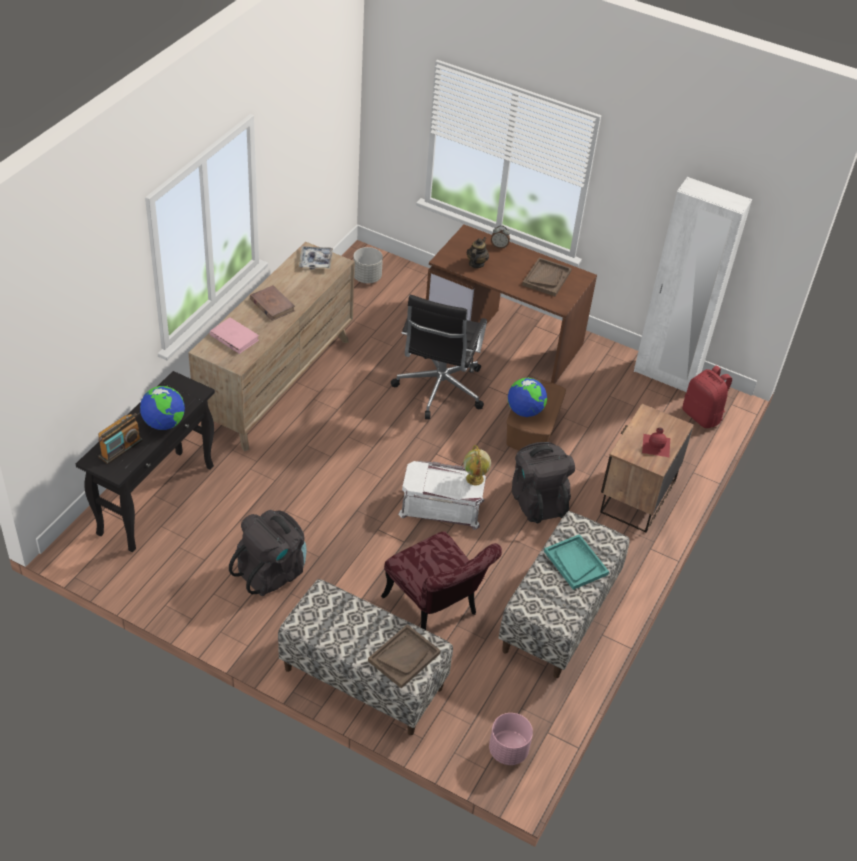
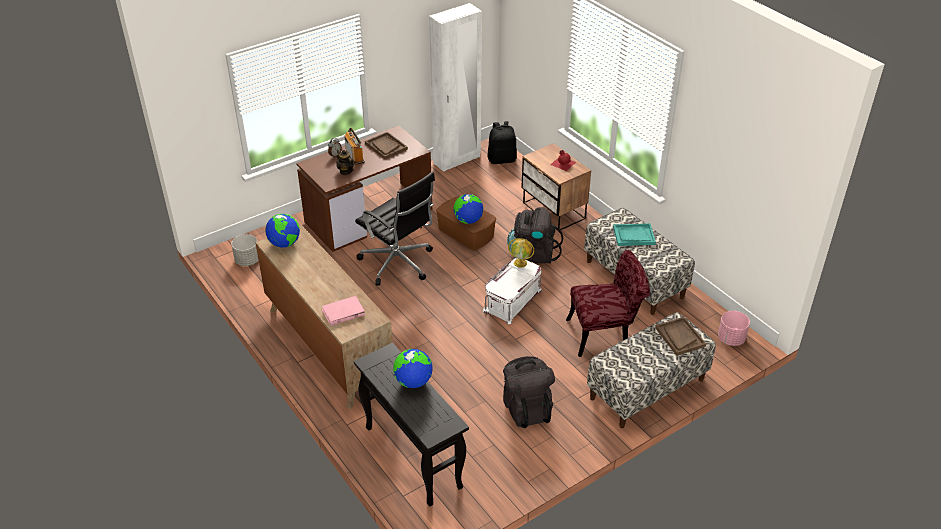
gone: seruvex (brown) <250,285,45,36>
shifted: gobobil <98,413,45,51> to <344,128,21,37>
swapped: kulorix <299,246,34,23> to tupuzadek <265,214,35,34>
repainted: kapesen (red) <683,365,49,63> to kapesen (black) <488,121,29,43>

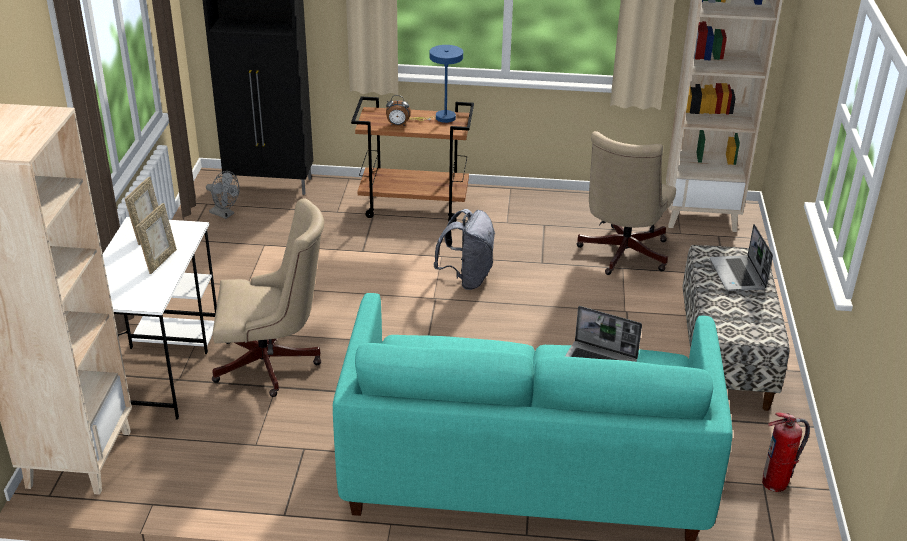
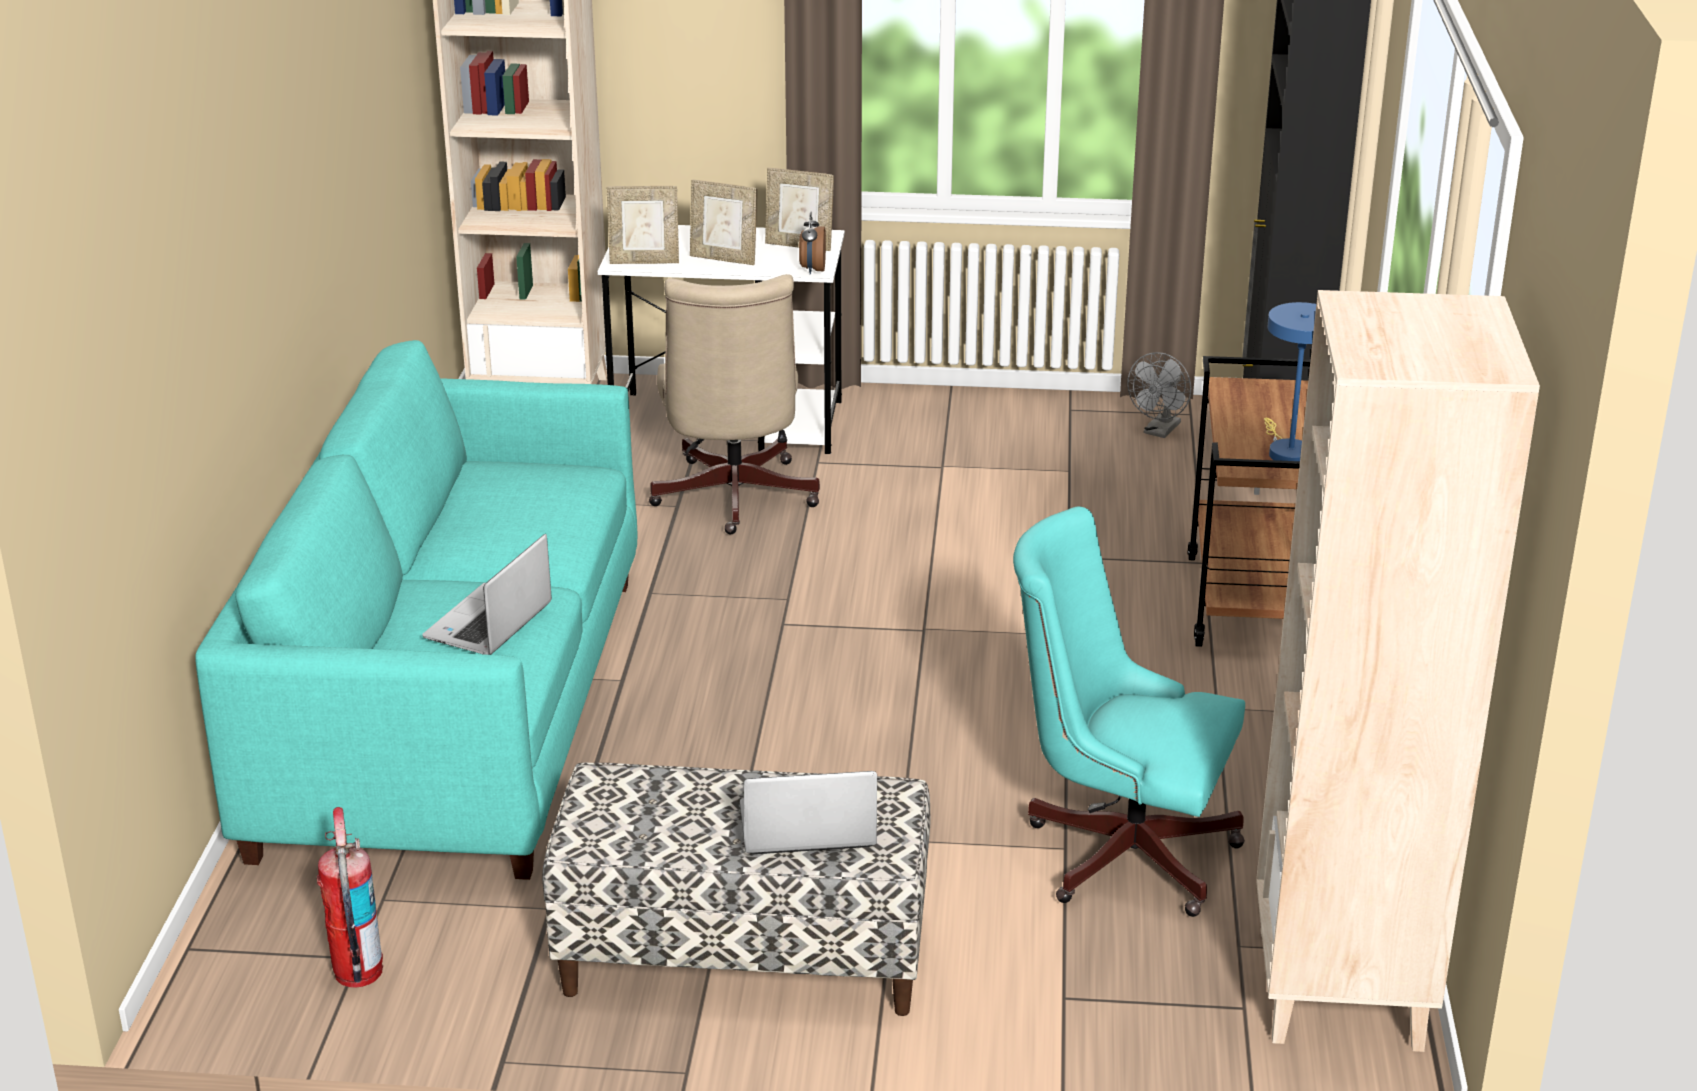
gone: kapesen (grey) <433,209,62,81>
new: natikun <607,186,72,78>
shifted: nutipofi <386,95,25,31> to <799,211,27,63>
repainted: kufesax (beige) <576,131,100,144> to kufesax (turquoise) <1013,506,232,411>

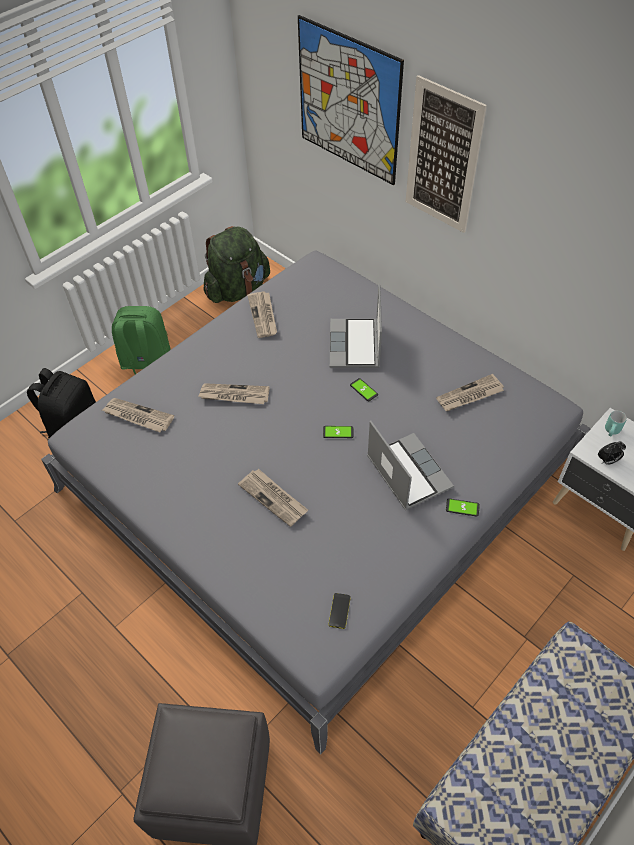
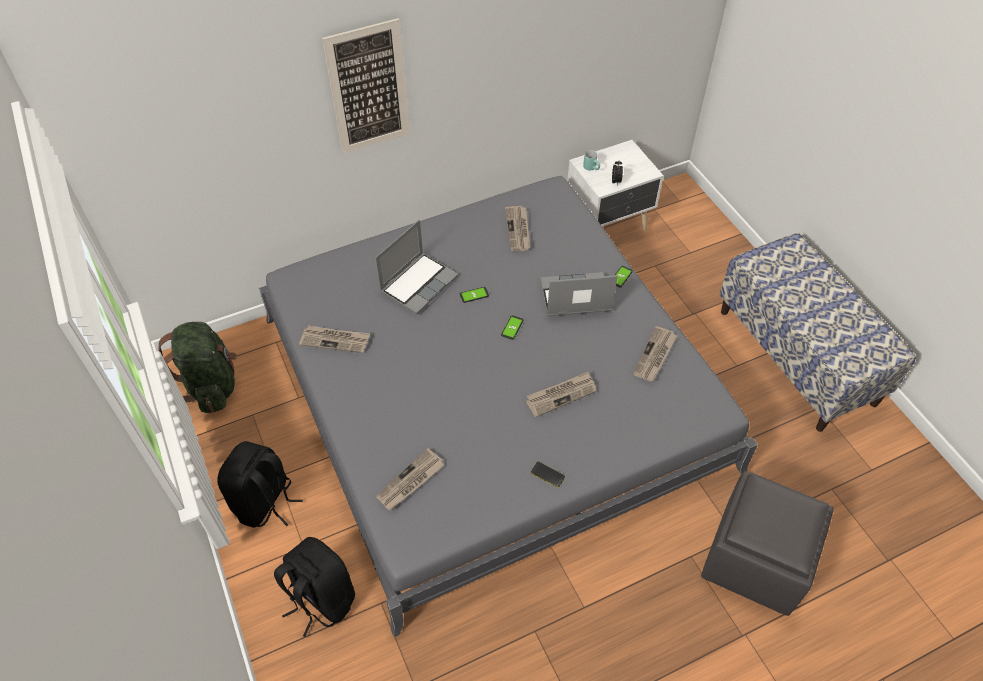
gone: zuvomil <298,15,106,170>
shifted: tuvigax <198,383,72,21> to <633,326,44,55>; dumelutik <329,593,22,36> to <531,461,34,27>
repainted: kapesen (green) <112,306,59,68> to kapesen (black) <217,441,86,87>
rotated: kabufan <330,284,52,84> = <375,220,83,94> 75 degrees counterclockwise

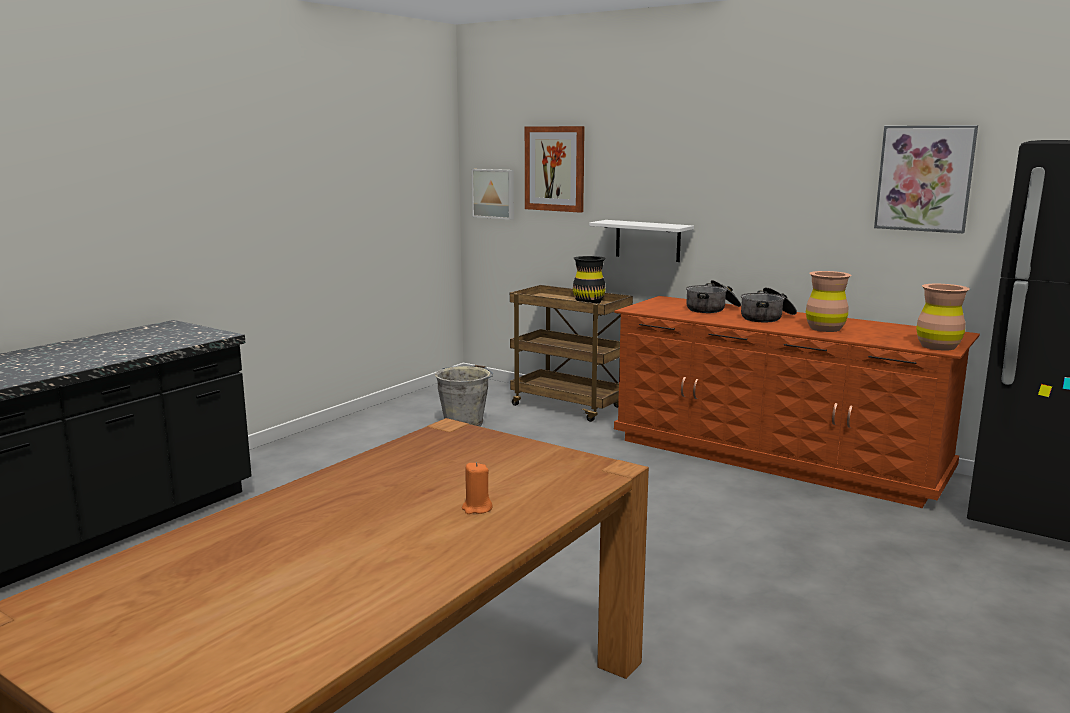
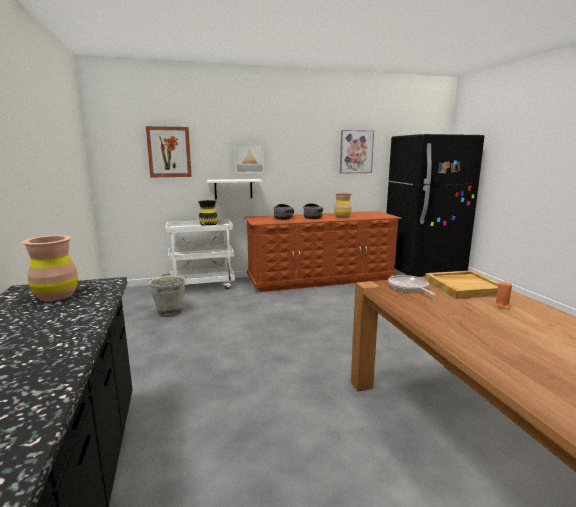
new: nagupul <388,275,48,20>; kulorix (beige) <425,270,74,29>
shifted: zuvomil <472,169,42,51> to <234,144,30,29>; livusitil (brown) <916,284,54,66> to <22,235,56,66>
repainted: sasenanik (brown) <510,285,123,137> to sasenanik (white) <166,219,69,71>

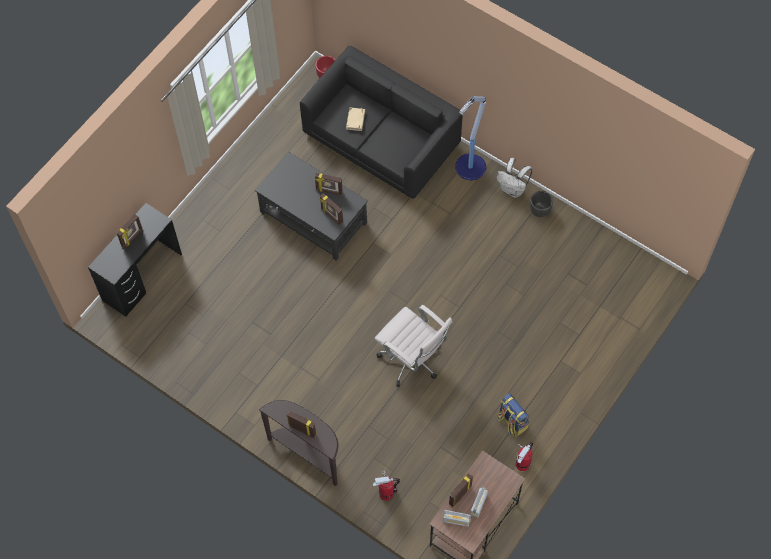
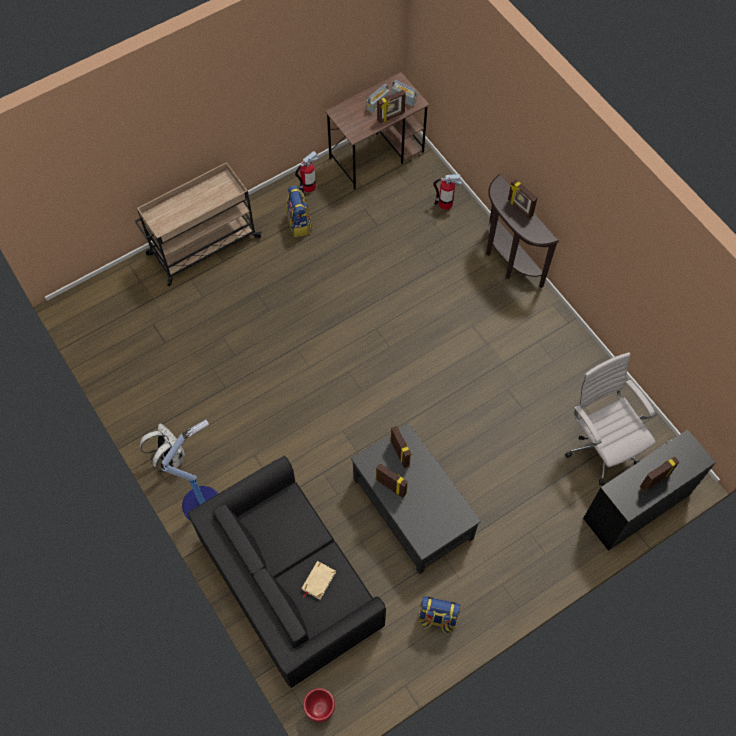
gone: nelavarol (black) <530,191,23,26>
new: sasenanik (beige) <135,162,127,124>; kapesen <418,596,43,37>
shifted: kufesax (white) <374,305,78,82> to <565,352,91,134>

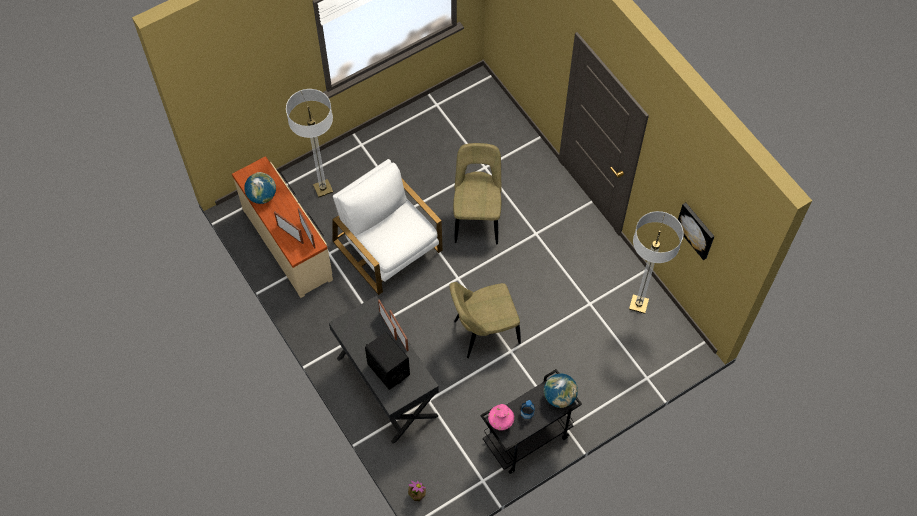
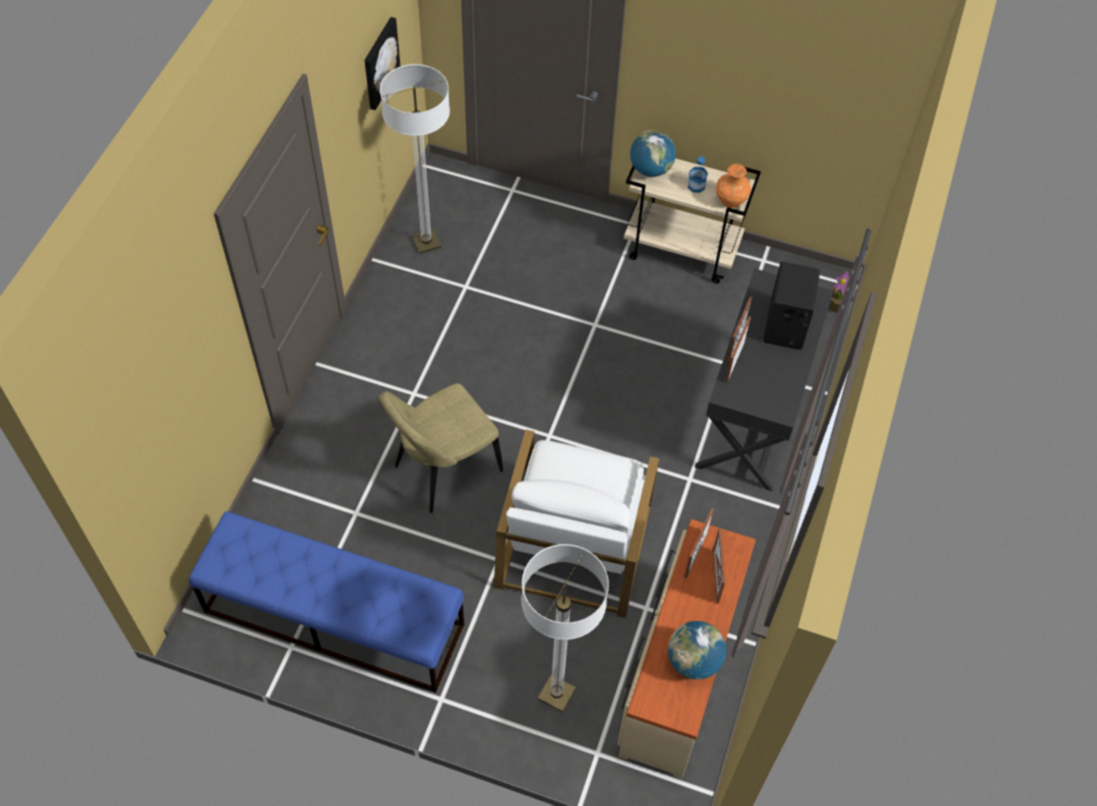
gone: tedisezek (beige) <449,282,72,76>
new: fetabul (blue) <189,511,275,182>
repainted: sasenanik (black) <480,369,102,105> to sasenanik (beige) <624,158,137,126>; livusitil (pink) <488,404,26,27> to livusitil (orange) <716,164,35,44>

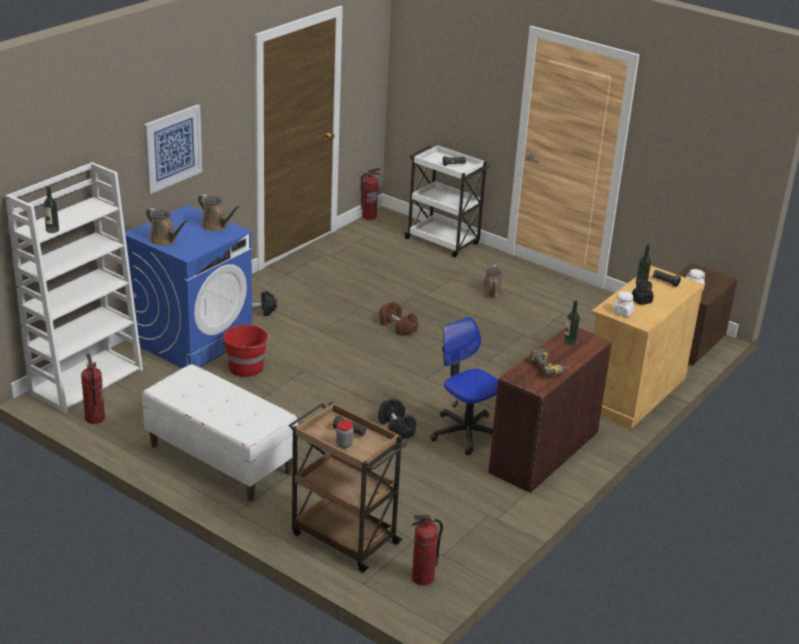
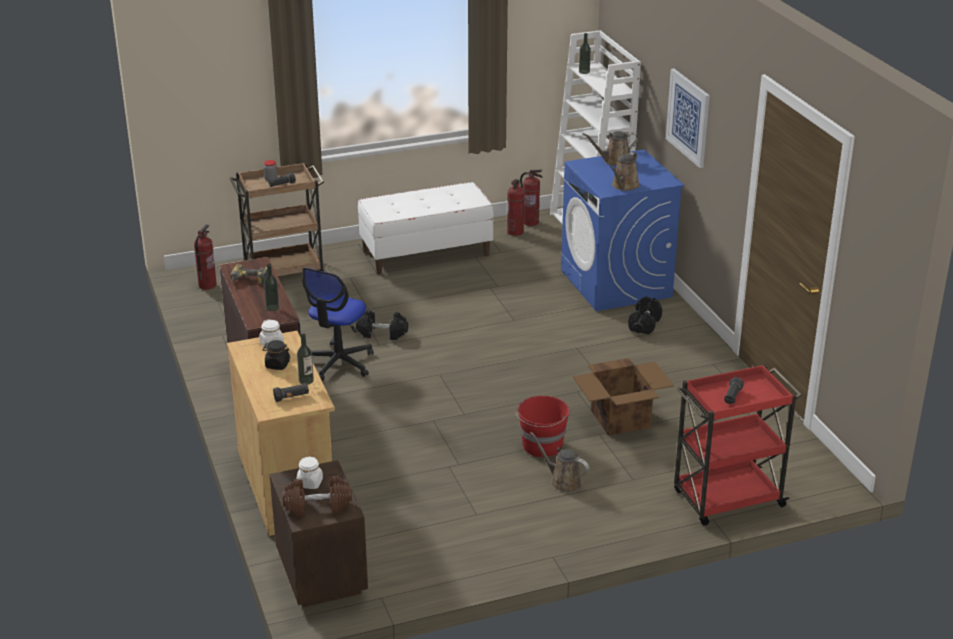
new: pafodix <573,358,101,78>
shifted: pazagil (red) <223,323,47,54> to <516,396,54,61>; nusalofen <361,168,19,52> to <507,179,18,57>; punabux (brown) <379,302,39,34> to <282,476,70,41>
repainted: sasenanik (white) <403,145,87,112> to sasenanik (red) <674,364,128,162>
rotated: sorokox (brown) <198,194,43,37> = <610,152,30,39> 45 degrees counterclockwise; kufesax <430,317,68,138> = <302,268,72,113> 120 degrees clockwise

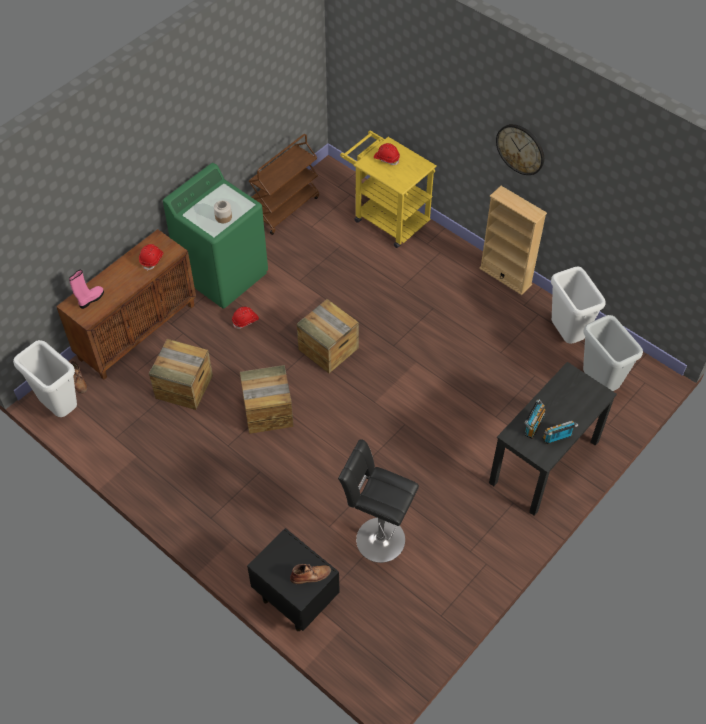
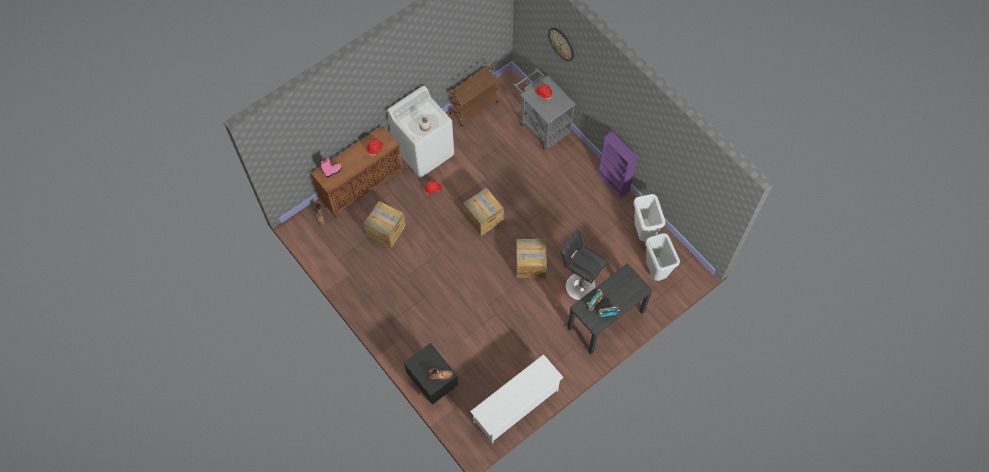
gone: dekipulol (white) <13,340,64,77>
new: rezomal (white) <470,354,94,89>
shifted: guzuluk <240,365,54,69> to <516,239,31,39>; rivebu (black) <338,439,81,124> to <560,230,47,70>; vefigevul <496,124,48,51> to <548,28,26,33>
repainted: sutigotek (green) <163,163,105,146> to sutigotek (white) <387,86,67,92>; sasenanik (yellow) <340,131,97,117> to sasenanik (grey) <513,68,63,82>; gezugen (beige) <479,186,68,109> to gezugen (purple) <597,131,41,68>

